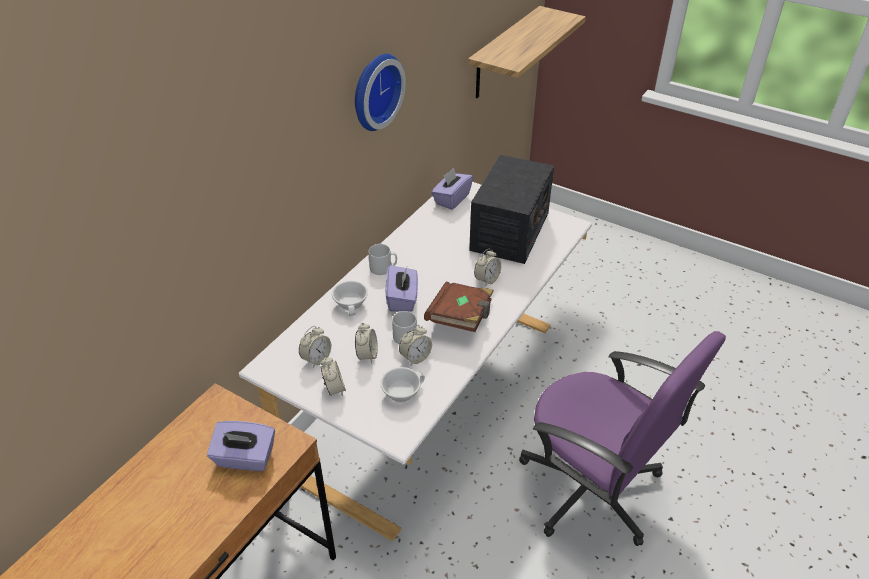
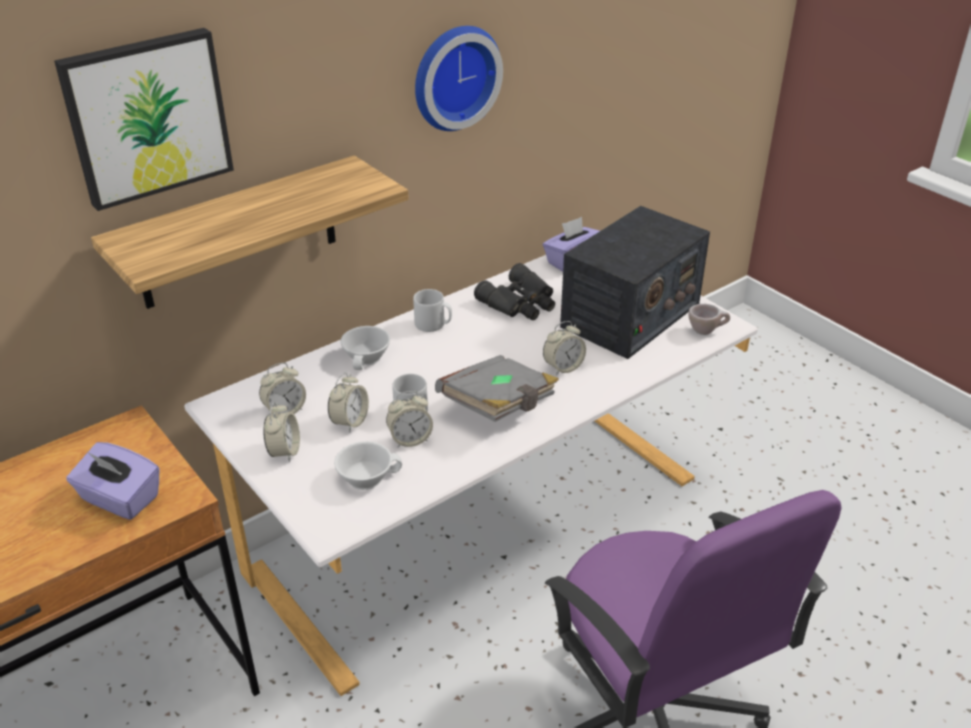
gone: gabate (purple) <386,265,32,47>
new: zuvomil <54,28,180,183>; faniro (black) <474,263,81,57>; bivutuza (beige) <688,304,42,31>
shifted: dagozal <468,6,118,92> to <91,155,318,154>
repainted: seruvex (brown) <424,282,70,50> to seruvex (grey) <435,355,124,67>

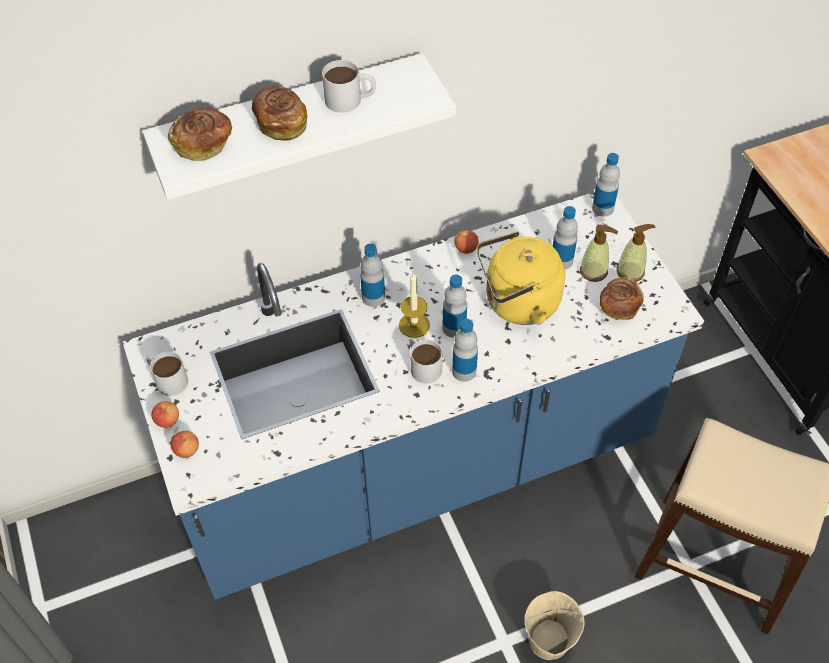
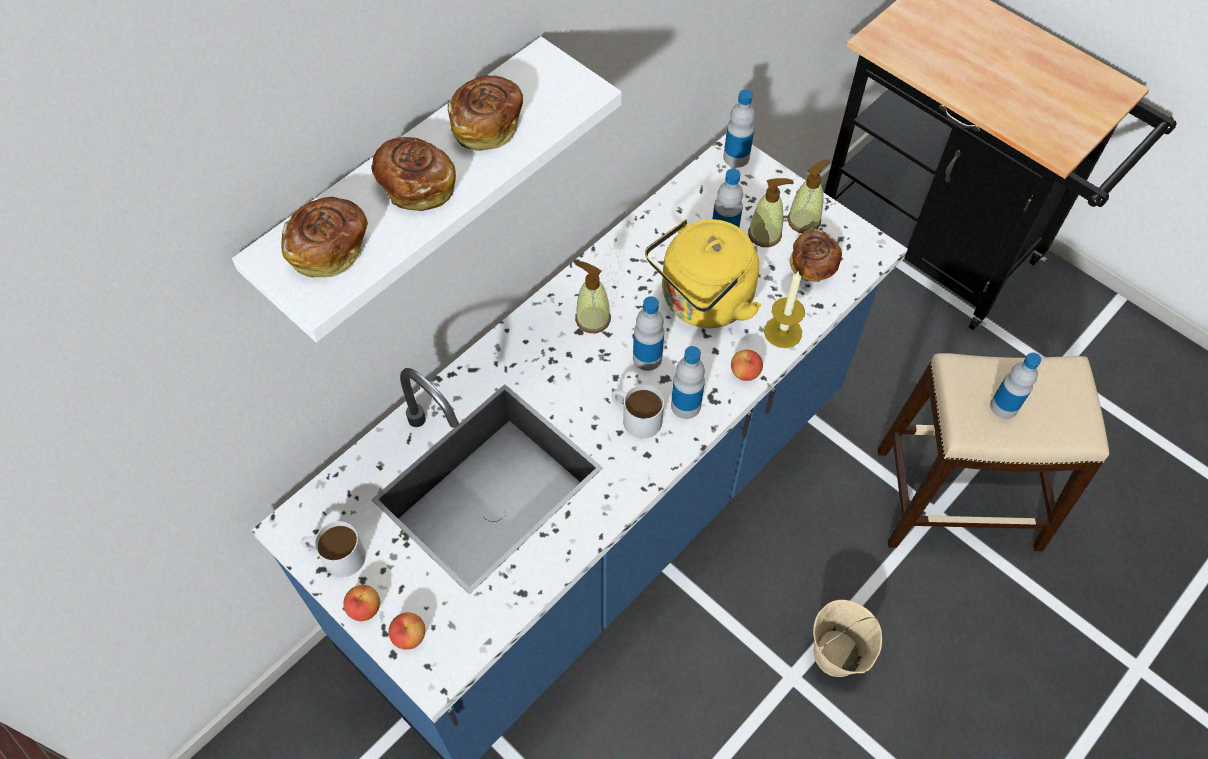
new: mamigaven <575,261,36,72>
shifted: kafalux <360,244,25,63> to <990,352,51,67>; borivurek <399,272,31,66> to <764,271,41,77>; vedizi <455,230,24,24> to <731,349,32,32>
swapped: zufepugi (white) <322,60,54,53> to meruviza <448,75,75,76>

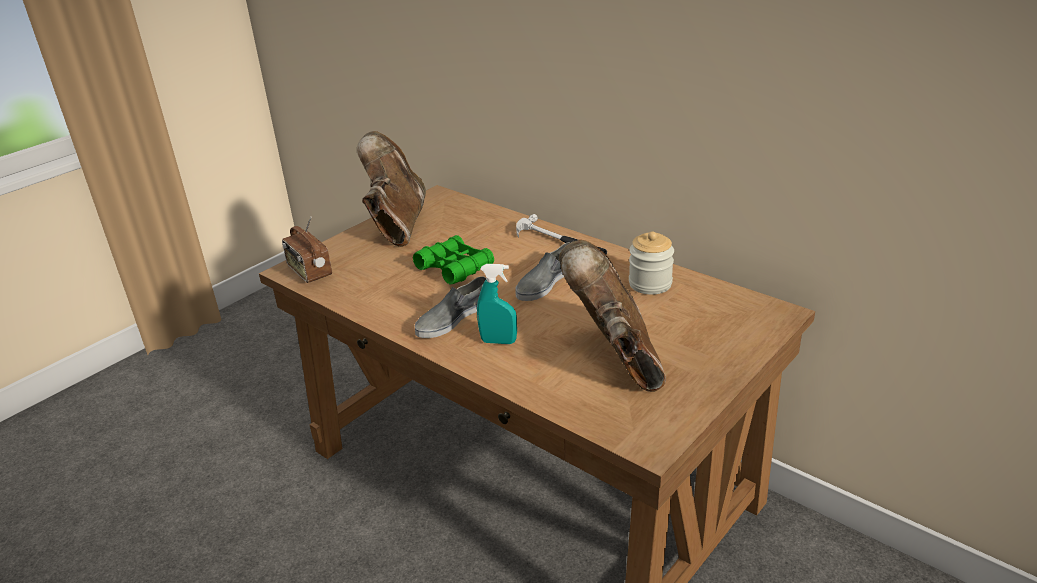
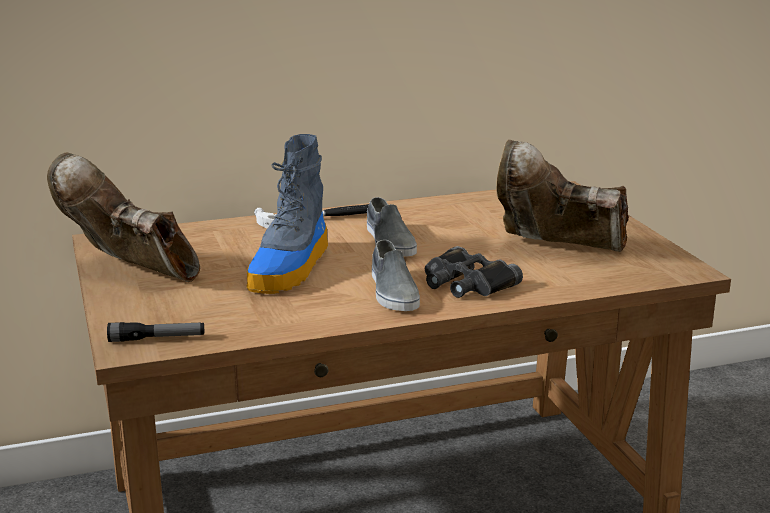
gone: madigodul <629,231,45,64>
swapped: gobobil <282,217,50,66> to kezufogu <107,322,97,20>; faniro (green) <413,235,81,49> to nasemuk <246,134,82,160>; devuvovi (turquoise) <477,264,40,80> to faniro (black) <425,246,98,52>

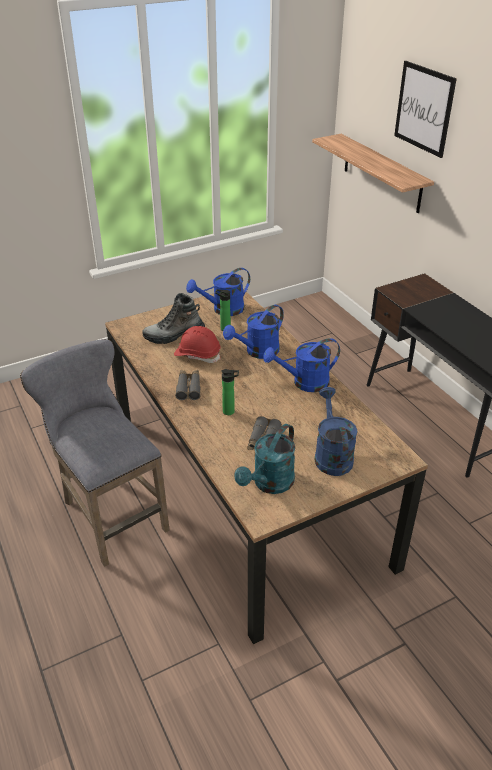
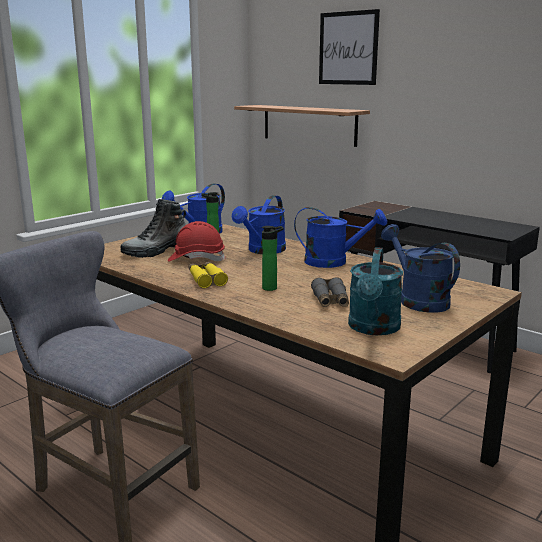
repainted: faniro (grey) <175,370,26,30> to faniro (yellow) <189,262,39,26>
rotated: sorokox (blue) <263,338,77,54> = <294,207,93,61> 135 degrees counterclockwise

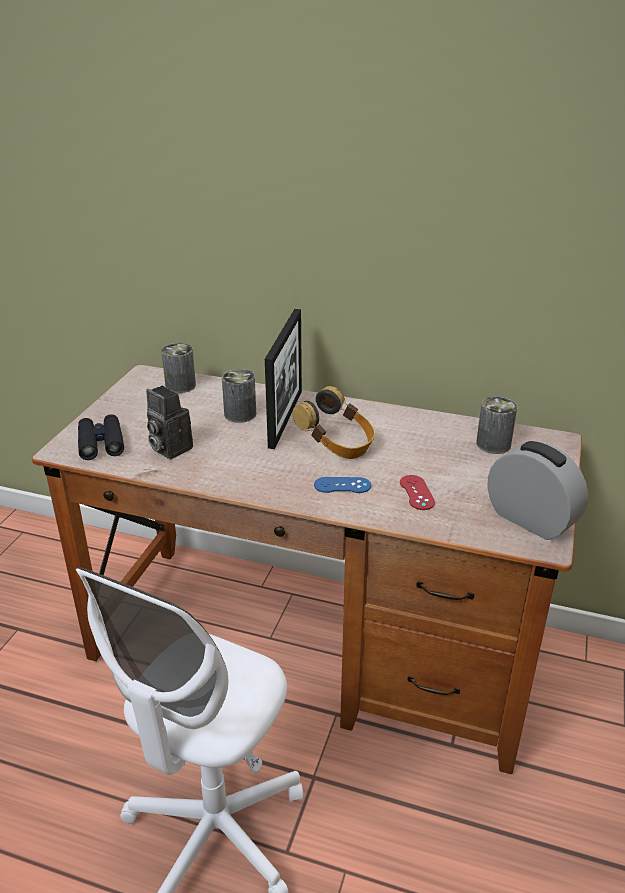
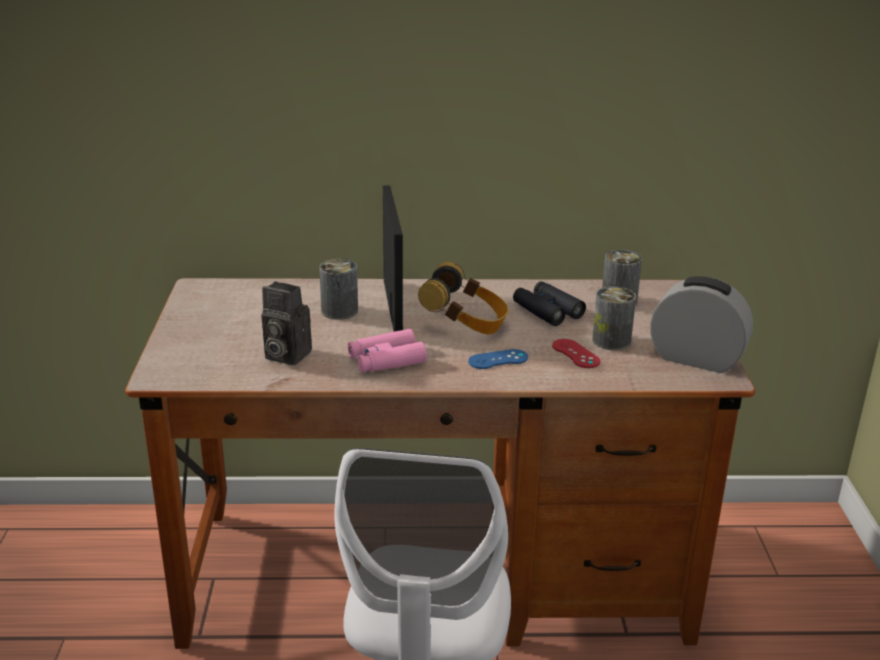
new: faniro (pink) <348,329,79,44>
shifted: faniro (black) <78,414,46,46> to <513,281,73,45>; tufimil <161,343,35,50> to <592,286,44,64>

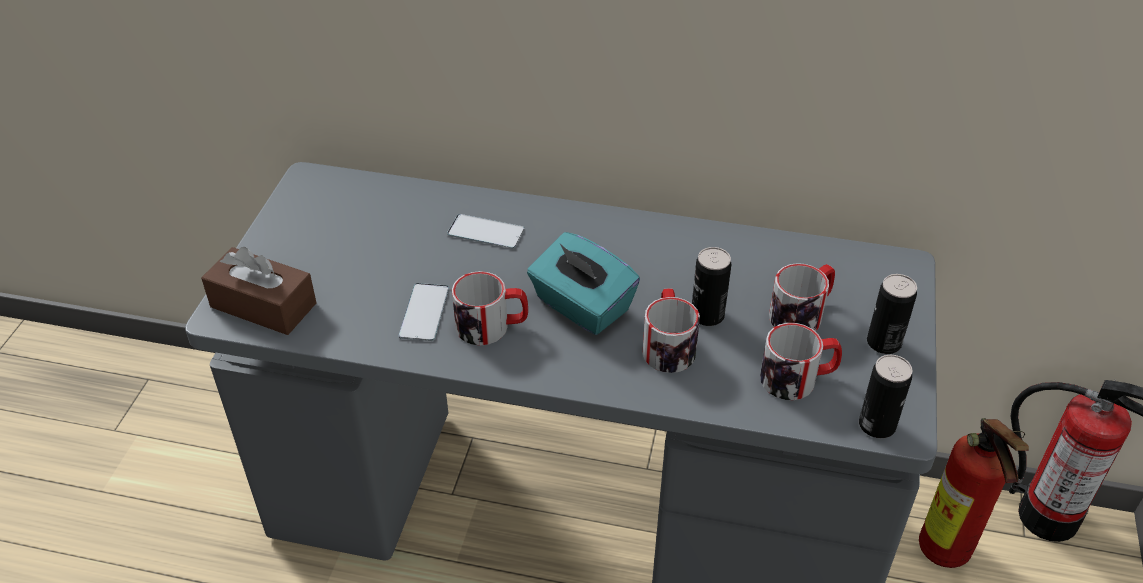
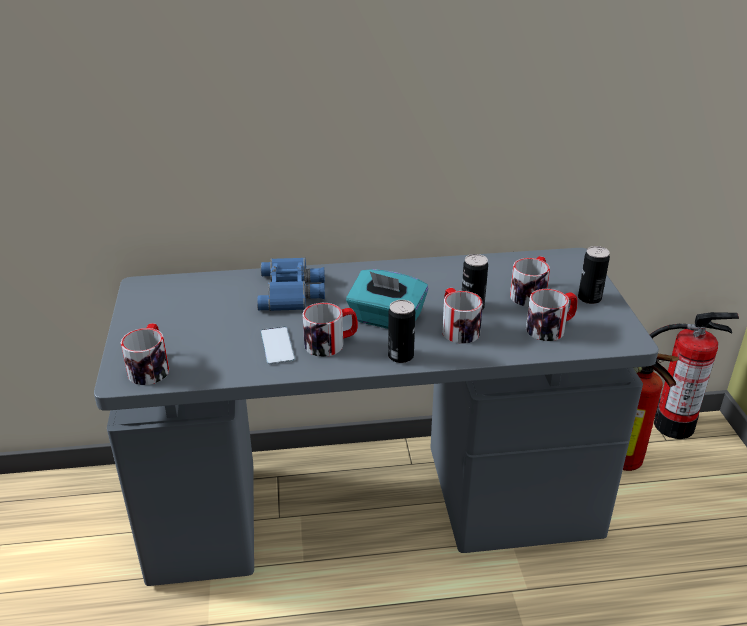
shifted: tufimil <859,355,53,83> to <388,300,27,63>
swapped: gabate (brown) <201,247,115,88> to zufepugi <121,323,48,62>; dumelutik <447,214,78,35> to faniro (blue) <257,258,68,53>

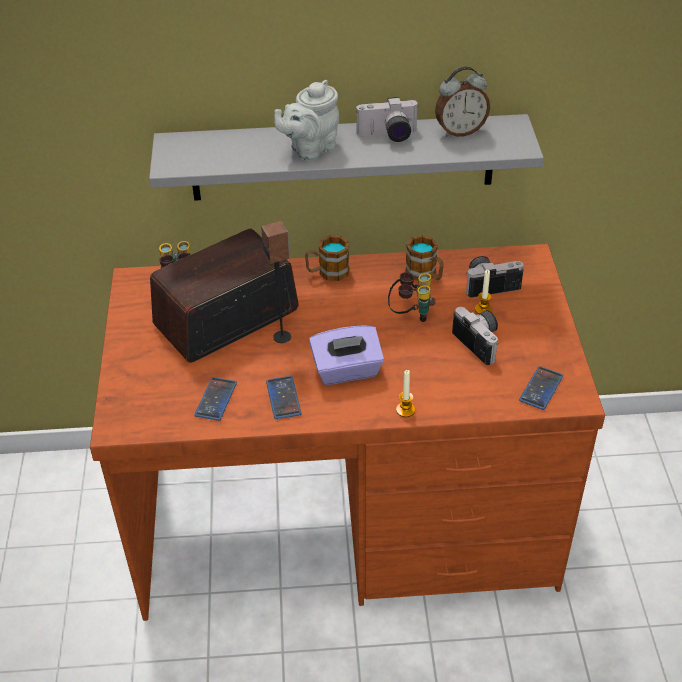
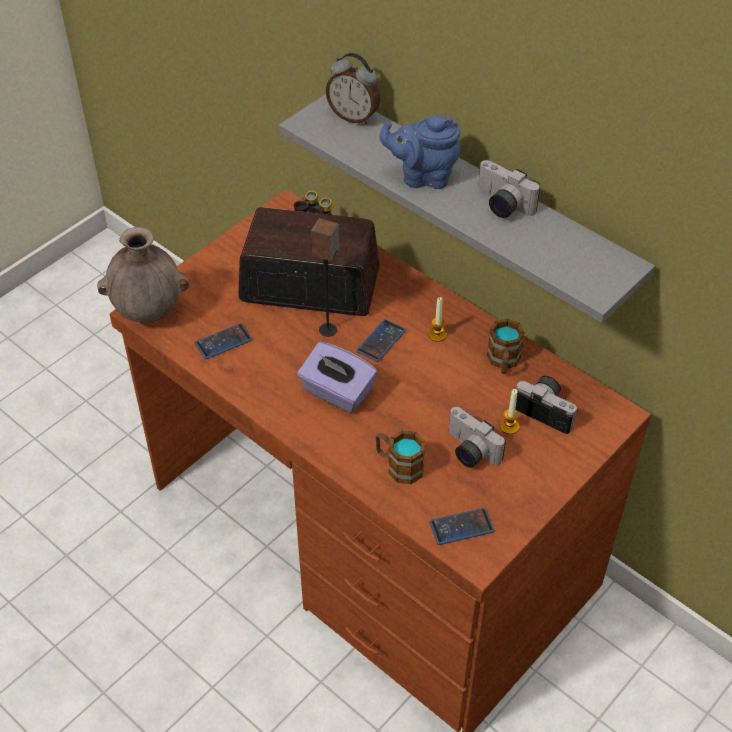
gone: faniro <388,272,48,50>
new: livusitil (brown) <97,227,92,95>
shifted: dumelutik <266,376,36,43> to <356,319,50,43>; zufepugi <305,235,44,46> to <375,430,50,54>; borivurek <396,370,19,47> to <429,297,18,45>; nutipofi <435,67,55,70> to <326,53,54,71>
repainted: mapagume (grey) <274,80,65,81> to mapagume (blue) <379,115,82,74>
rotated: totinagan <452,307,46,58> = <449,407,57,61> 120 degrees clockwise

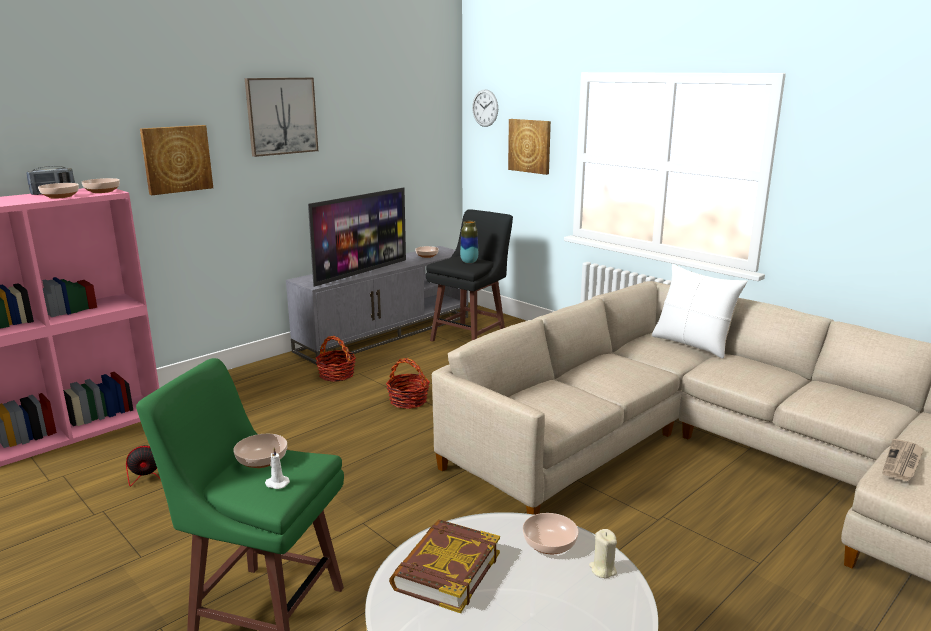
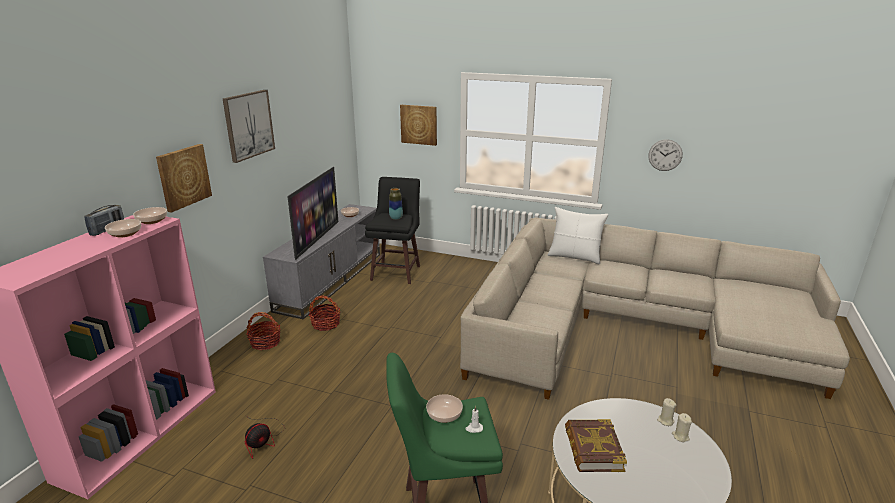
gone: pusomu <523,513,56,41>; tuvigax <882,439,42,42>
new: borivurek (beige) <672,413,20,29>
shifted: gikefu <386,358,44,51> to <246,312,35,38>; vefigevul <472,89,26,38> to <648,139,35,32>

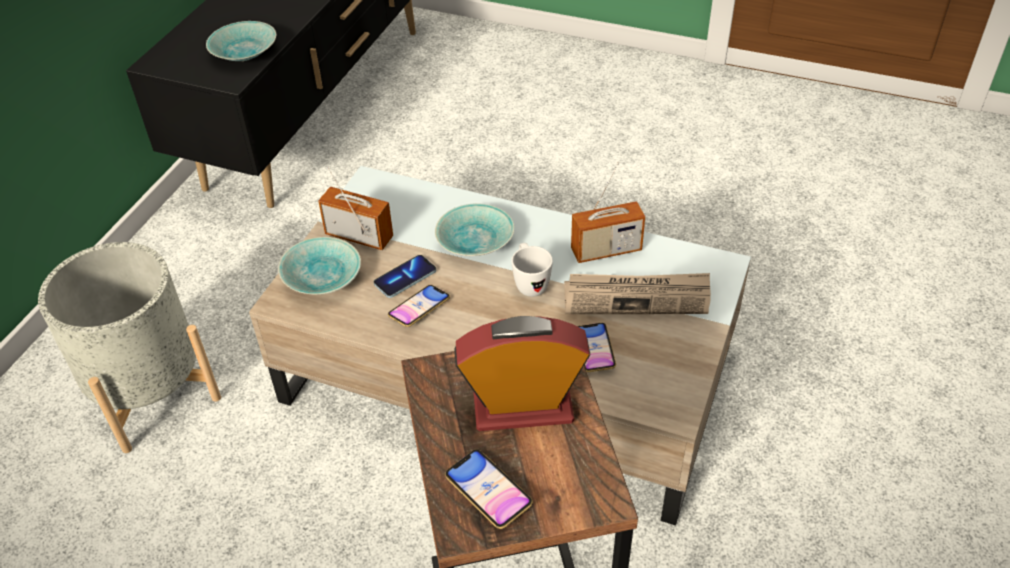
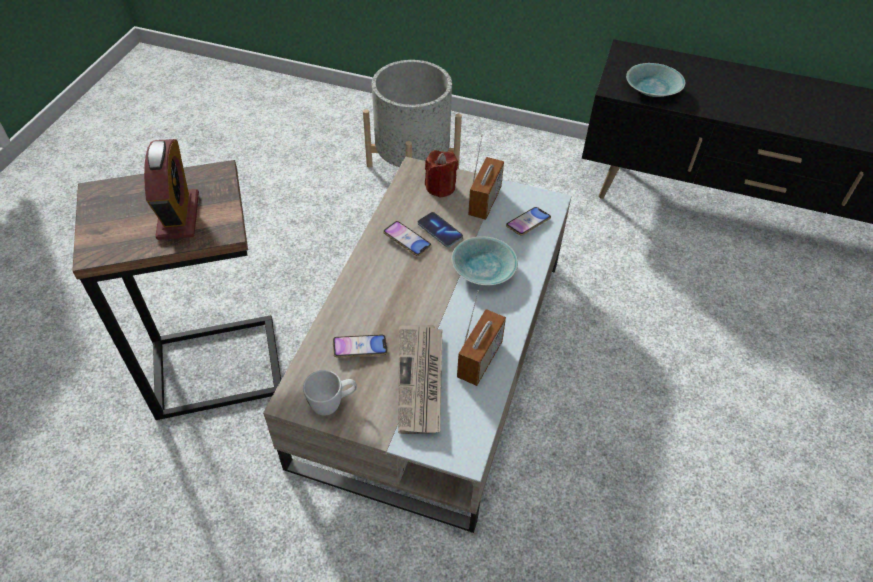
shifted: dumelutik <445,449,88,80> to <506,207,45,28>; zufepugi (white) <511,243,42,54> to <303,370,54,45>
swapped: pusomu (turquoise) <278,237,83,58> to borivurek (red) <425,150,33,48>
rotated: gobobil <571,162,74,101> = <457,291,49,95> 135 degrees counterclockwise

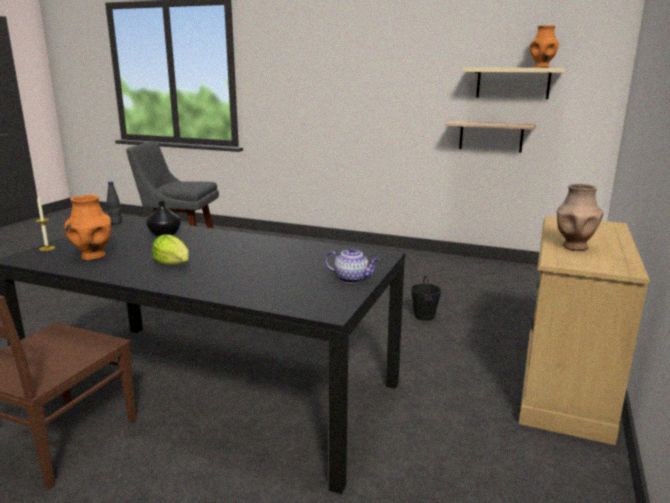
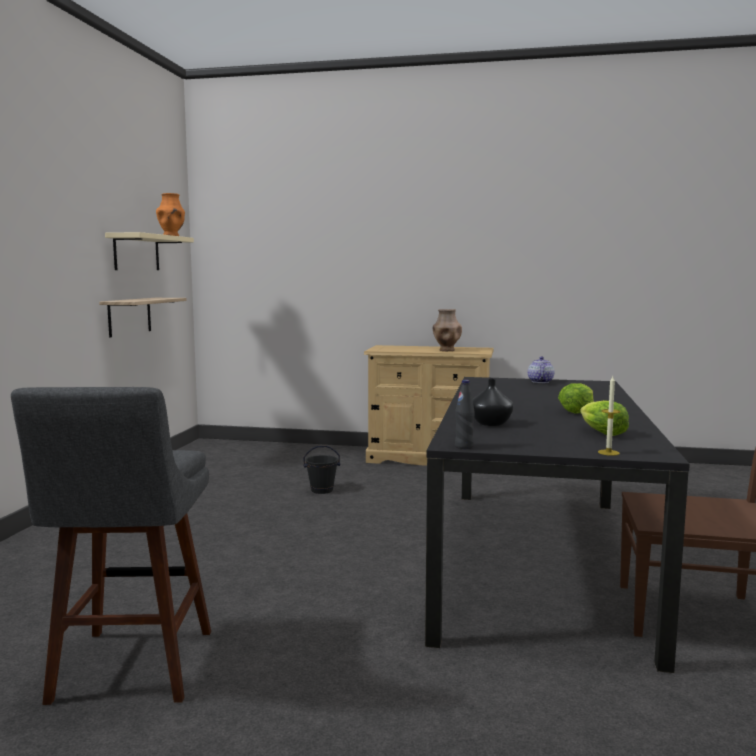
swapped: livusitil (orange) <64,195,47,65> to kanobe <580,400,49,36>

